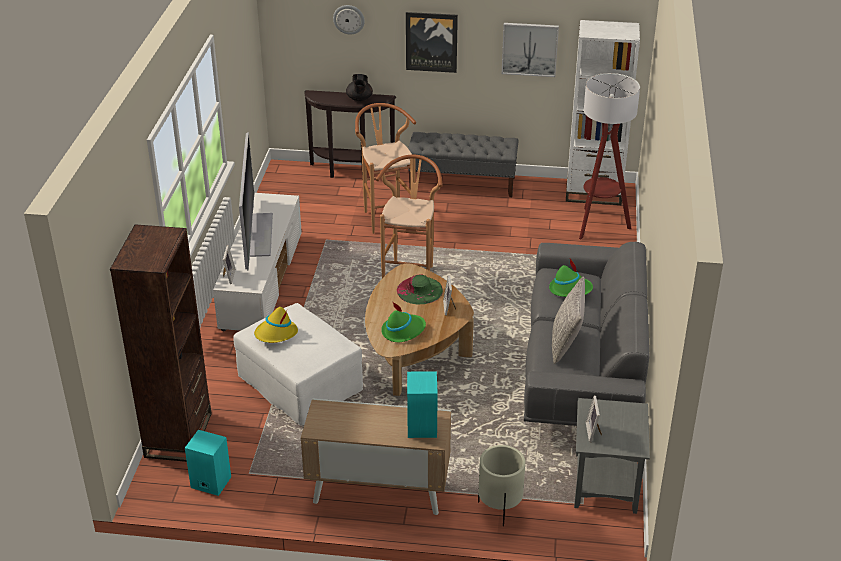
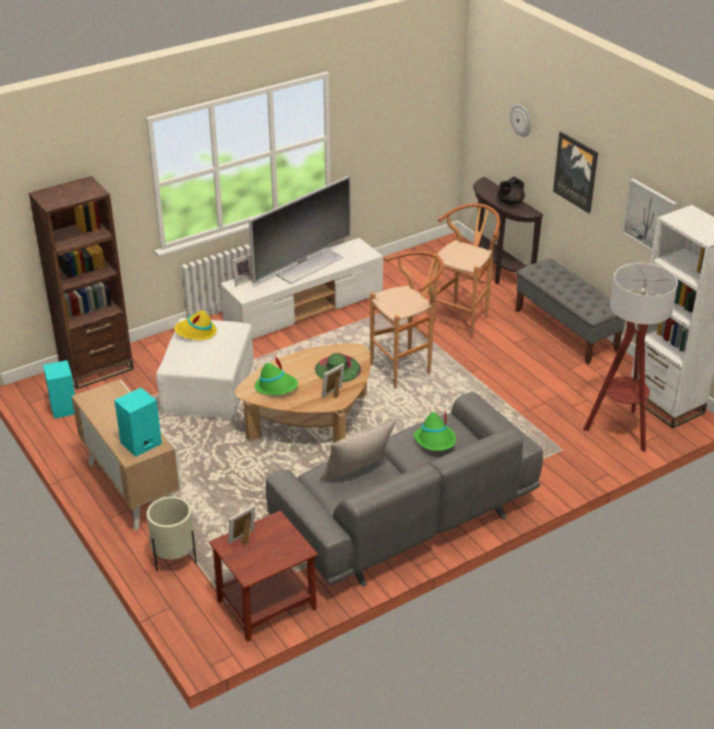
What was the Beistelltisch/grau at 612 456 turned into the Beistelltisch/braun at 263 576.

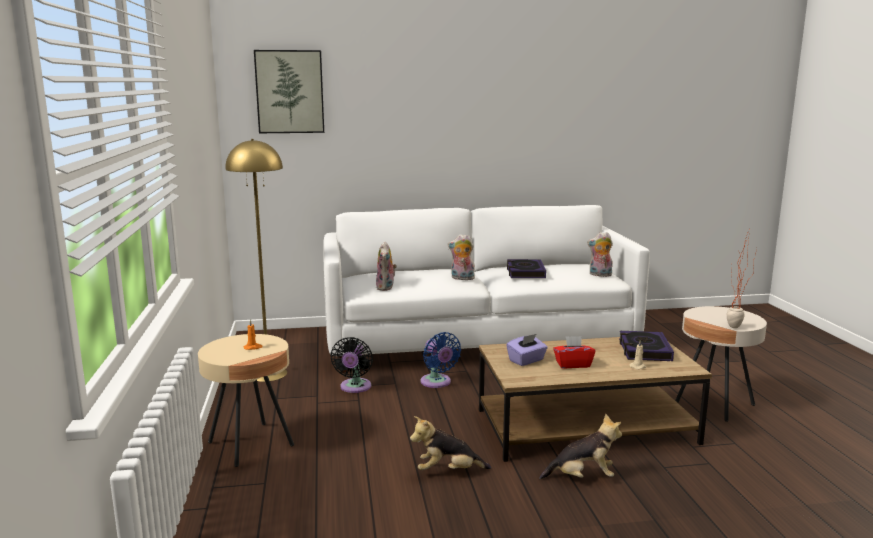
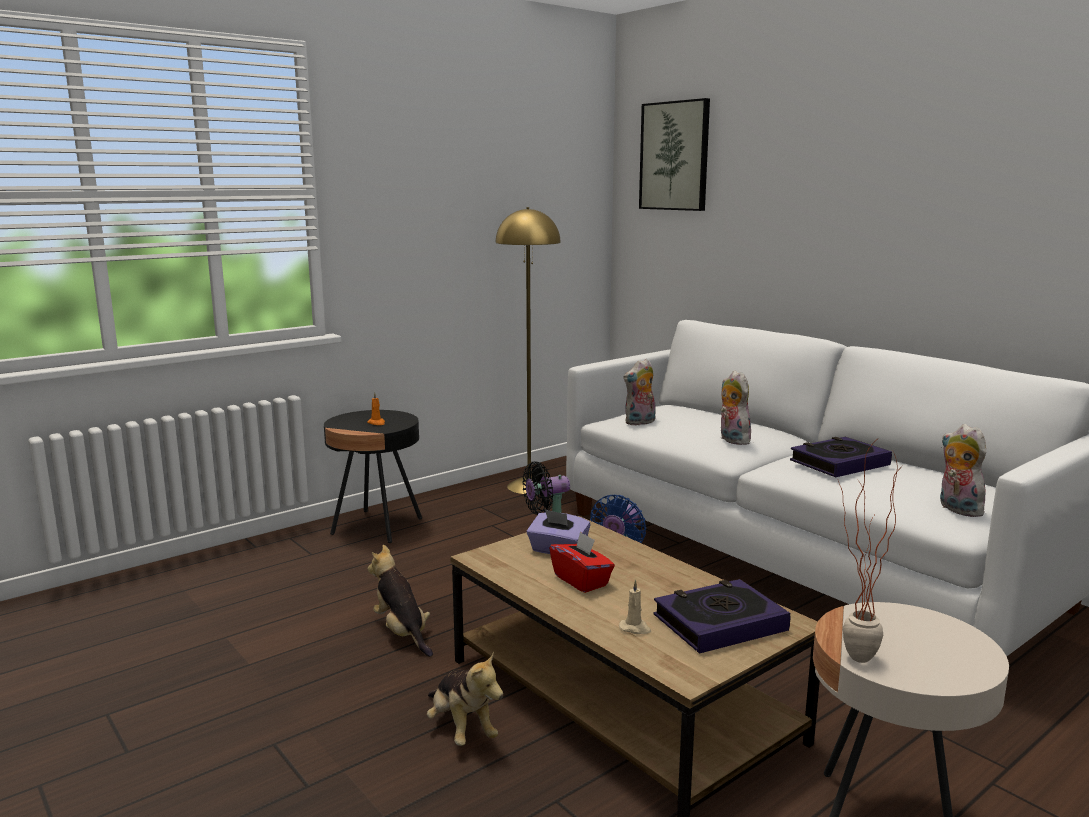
What was the Beistelltisch/beige at 246 400 turned into the Beistelltisch/schwarz at 373 476.

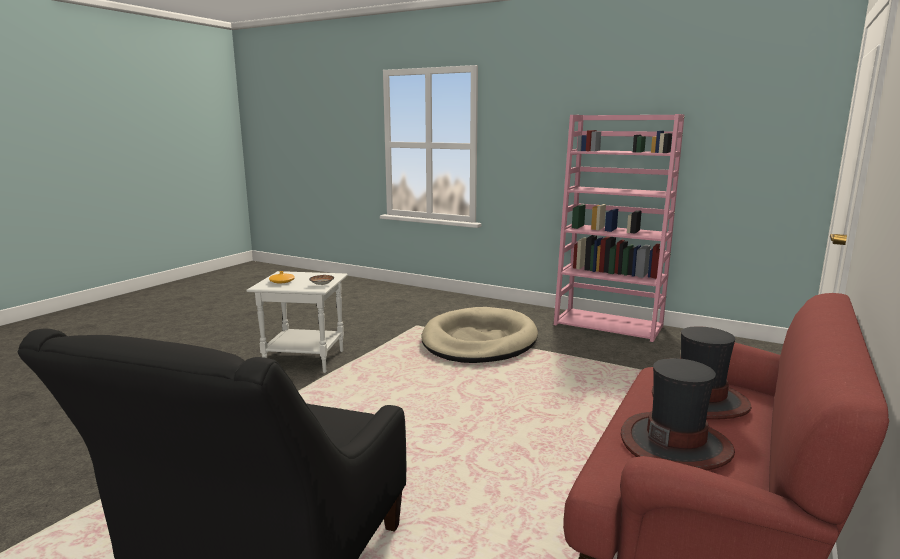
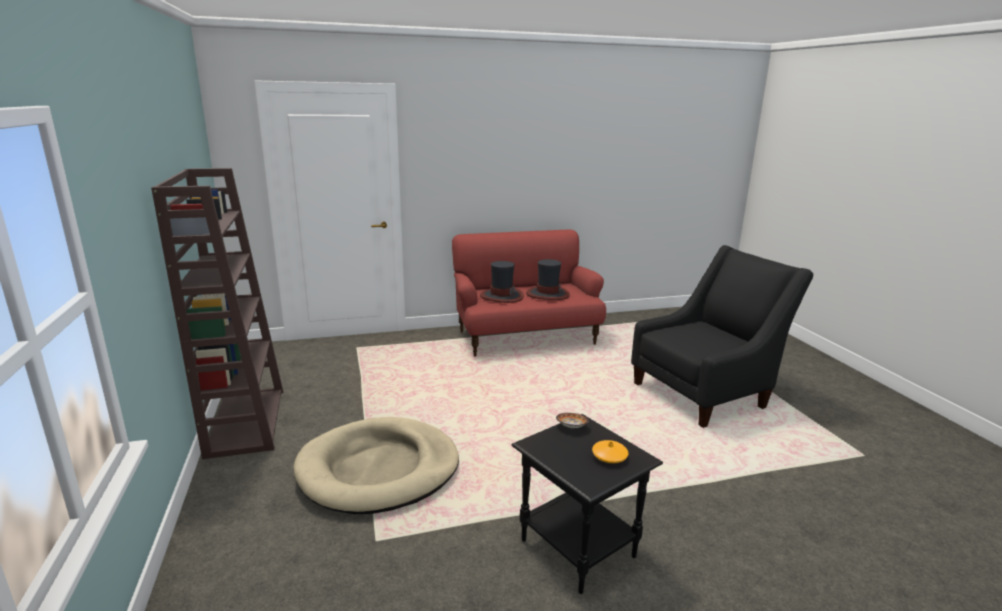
What was the Bücherregal/rosa at 619 228 turned into the Bücherregal/braun at 217 313.
What was the Beistelltisch/weiß at 297 322 turned into the Beistelltisch/schwarz at 587 504.

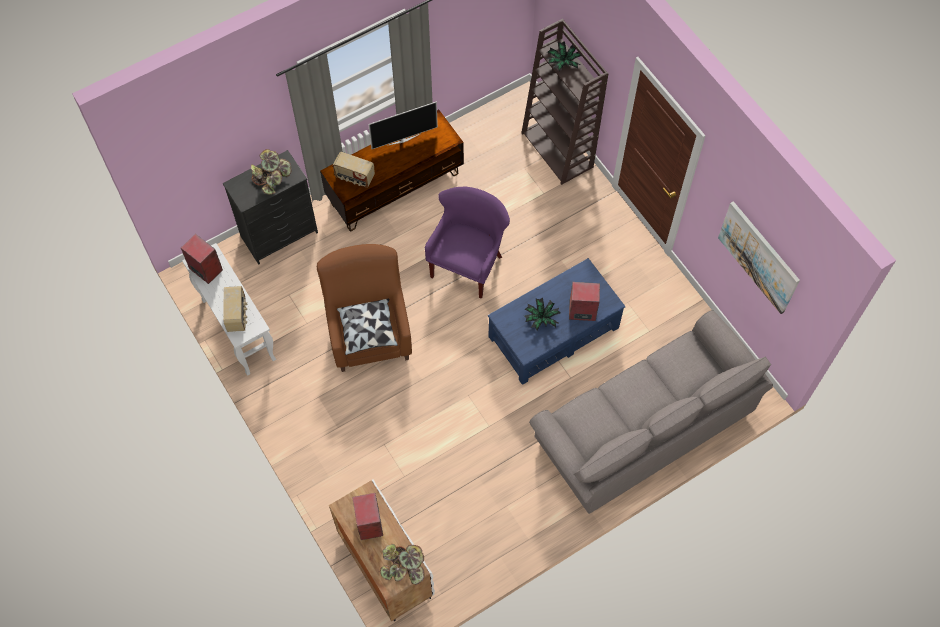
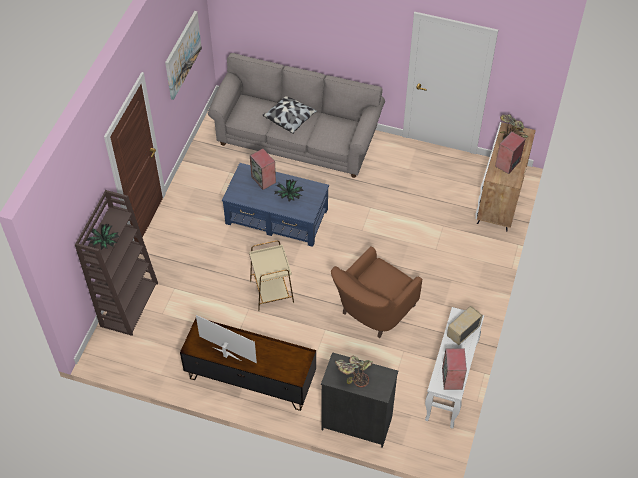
The second view lost the Radio at 354 170.
Where the Sessel/lila stood at 467 243, the Beistelltisch/beige came to stand at 271 275.
The Kissen ended up elsewhere, having gone from 367 327 to 289 115.

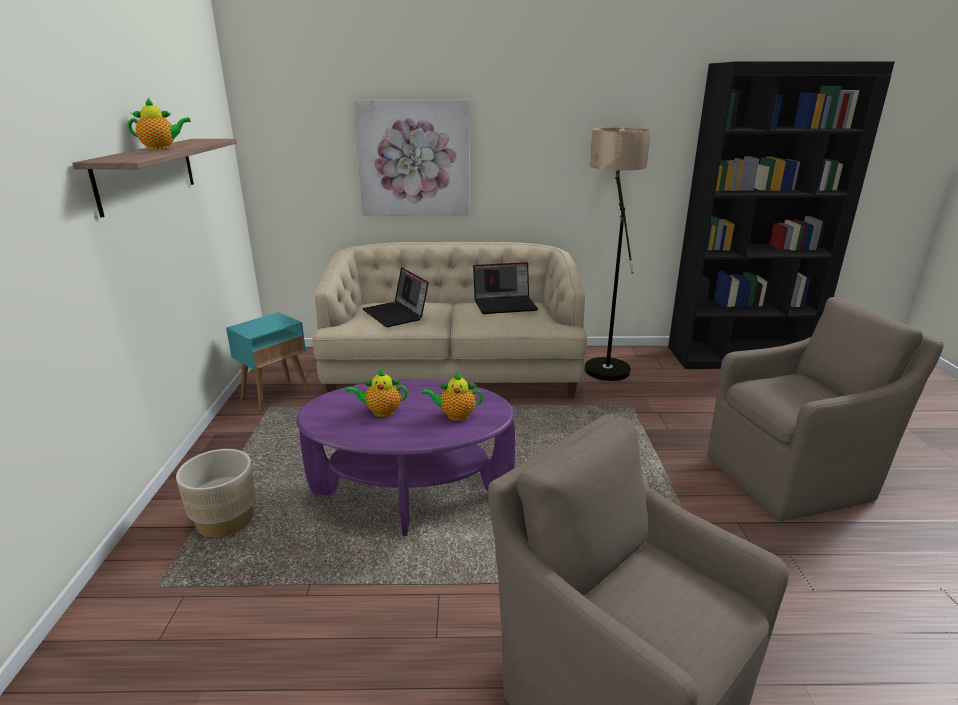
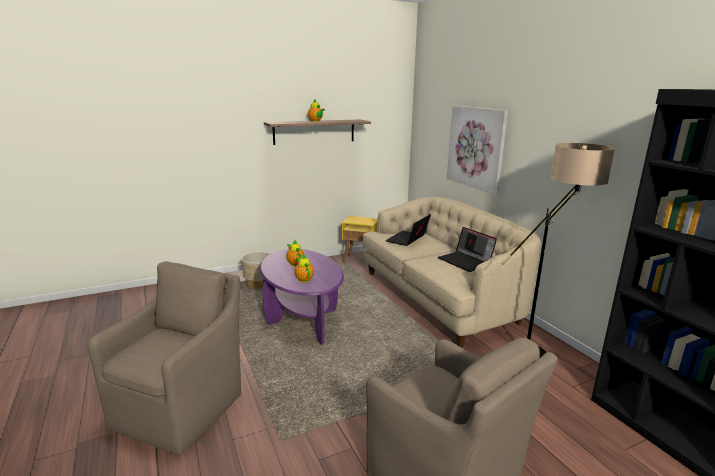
What was the Beistelltisch/türkis at 268 361 turned into the Beistelltisch/gelb at 360 239.

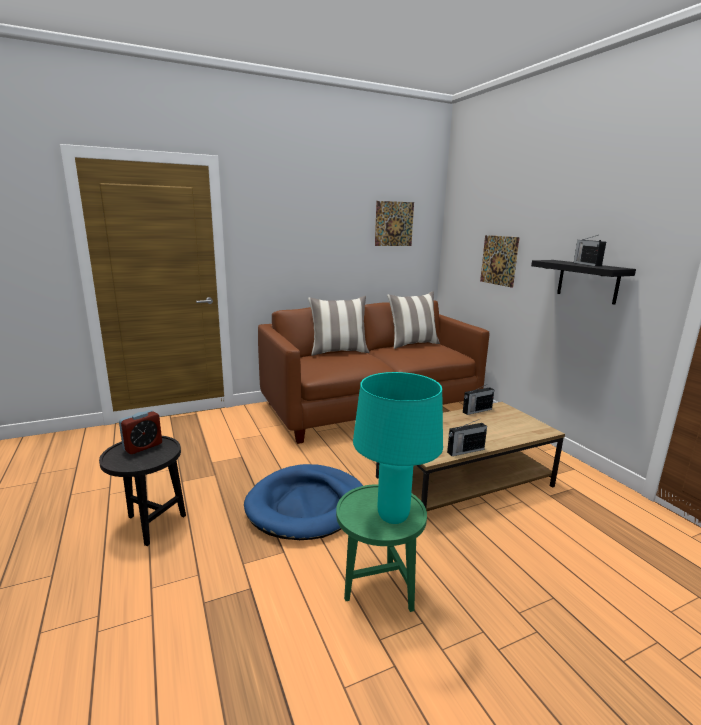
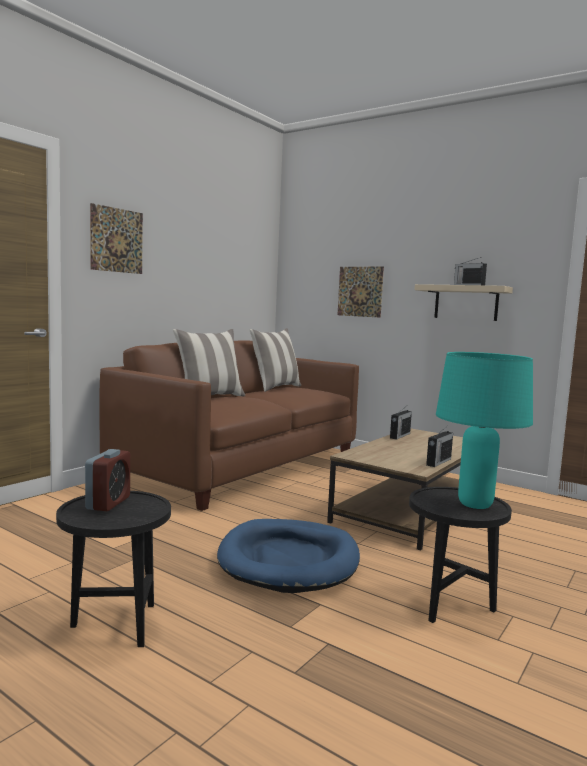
The Bild ended up elsewhere, having gone from 394 223 to 116 238.
What was the Wandregal/schwarz at 583 282 turned into the Wandregal/beige at 463 302.
What was the Beistelltisch/grün at 381 548 turned into the Beistelltisch/schwarz at 460 555.

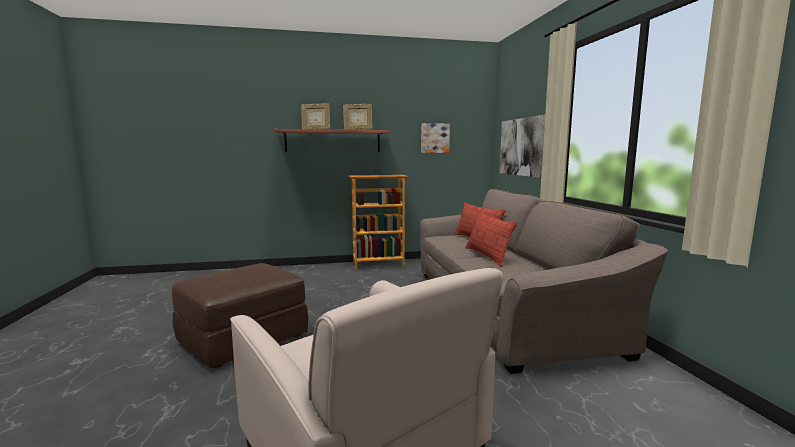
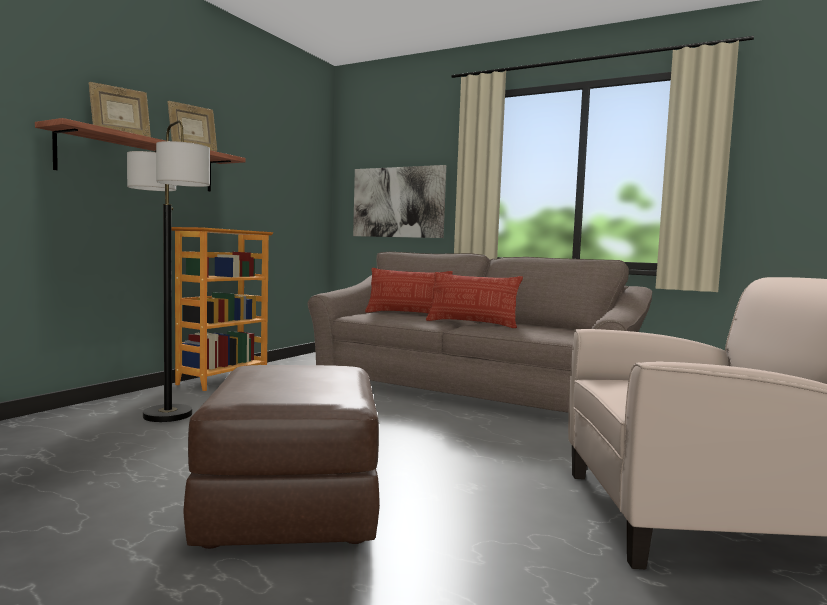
The second view lost the Bild at 435 138.
The second view gained the Stehlampe at 168 271.

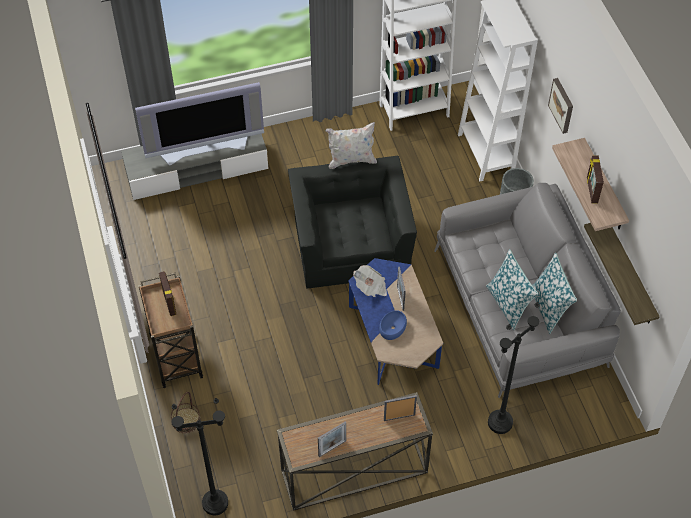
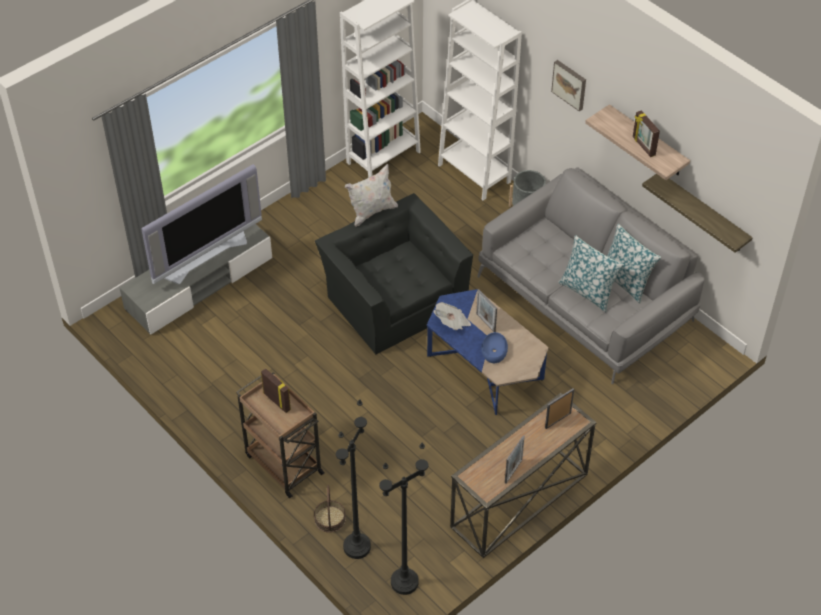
The Stehlampe/schwarz ended up elsewhere, having gone from 514 368 to 353 479.

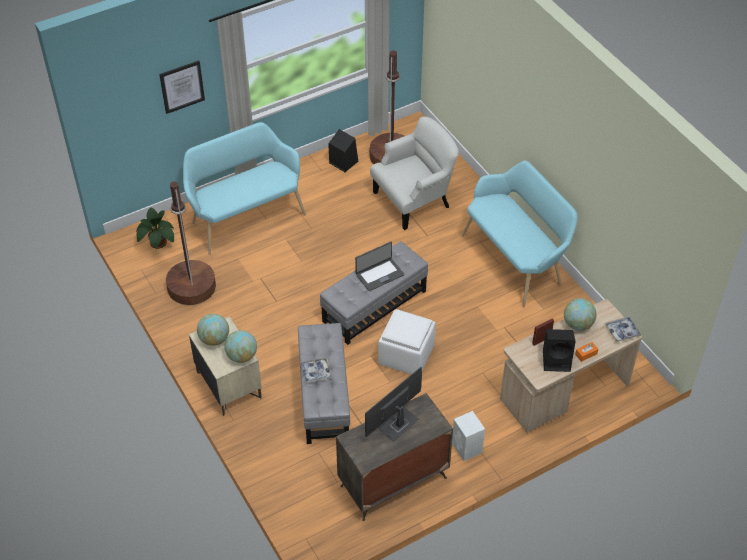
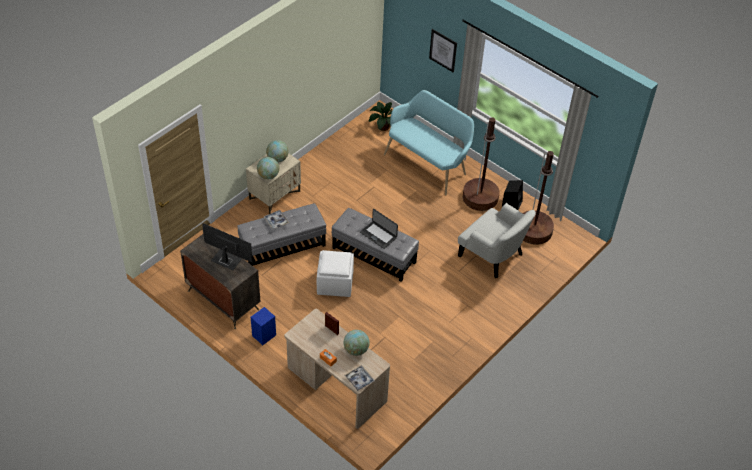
The second view lost the Bank/türkis at 520 234.
The Stehlampe/braun ended up elsewhere, having gone from 191 243 to 481 164.
The second view lost the Lautsprecher/schwarz at 559 350.
What was the Lautsprecher/weiß at 468 436 turned into the Lautsprecher/blau at 263 326.

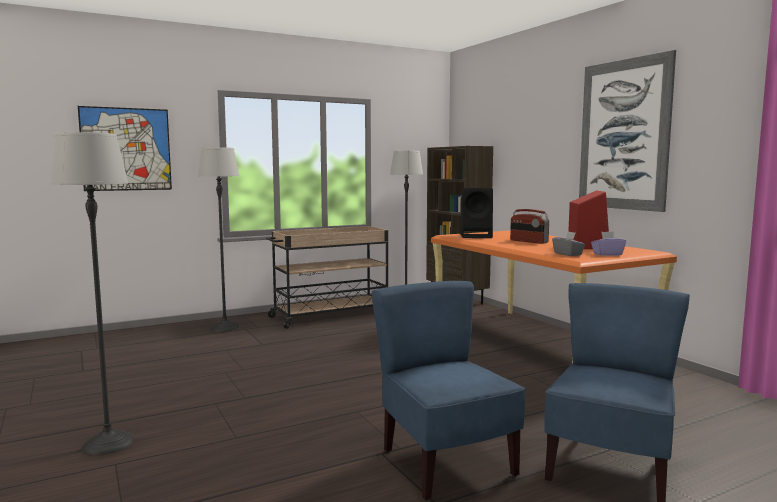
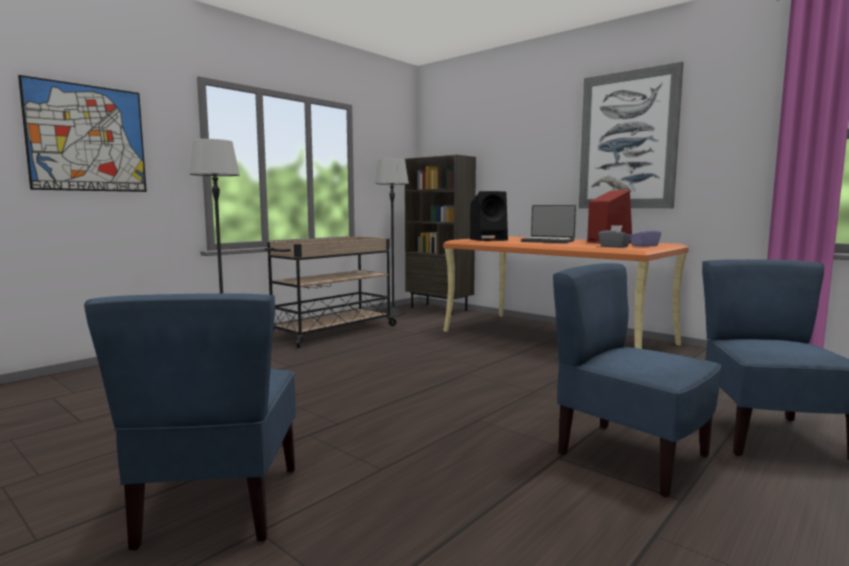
Where the Stehlampe stood at 92 293, the Stuhl/blau came to stand at 190 422.
Where the Radio stood at 529 226, the Laptop came to stand at 548 224.

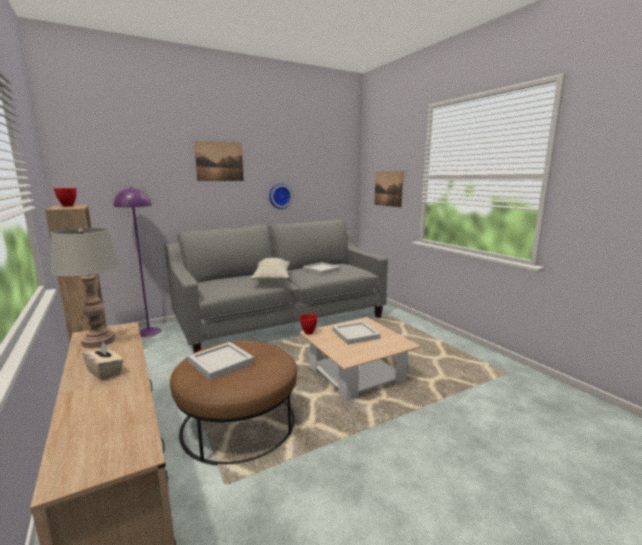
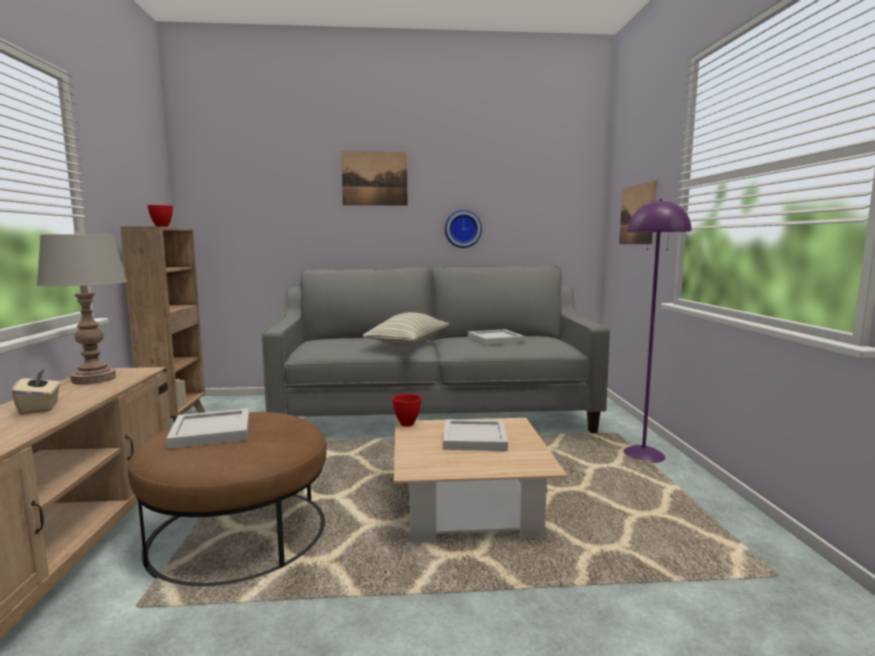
The Stehlampe/lila ended up elsewhere, having gone from 138 262 to 657 331.

